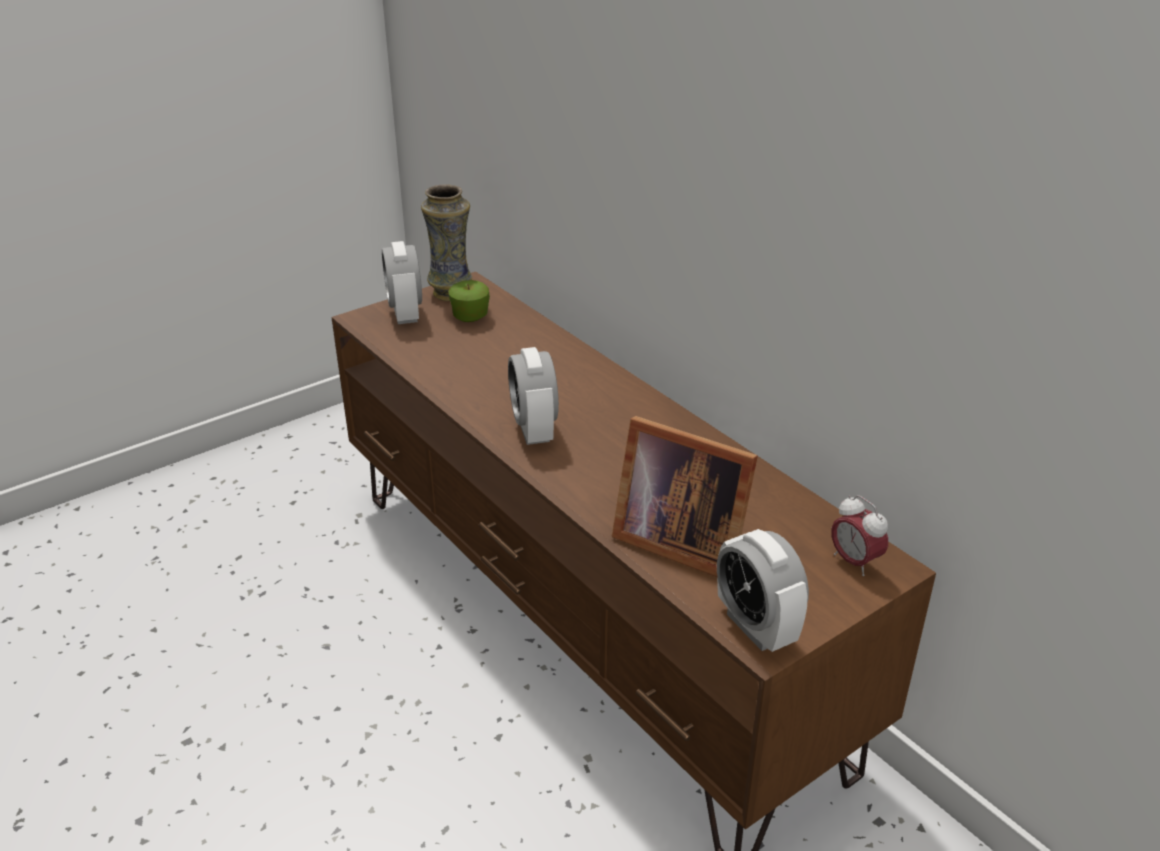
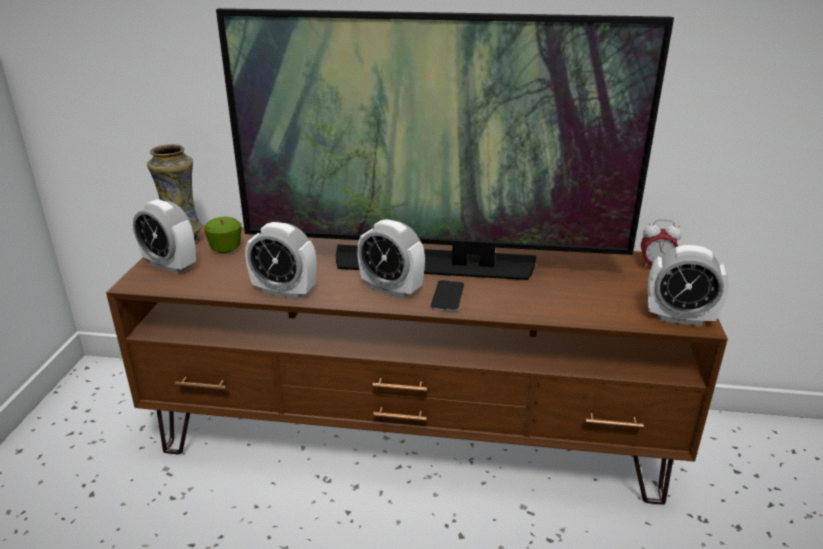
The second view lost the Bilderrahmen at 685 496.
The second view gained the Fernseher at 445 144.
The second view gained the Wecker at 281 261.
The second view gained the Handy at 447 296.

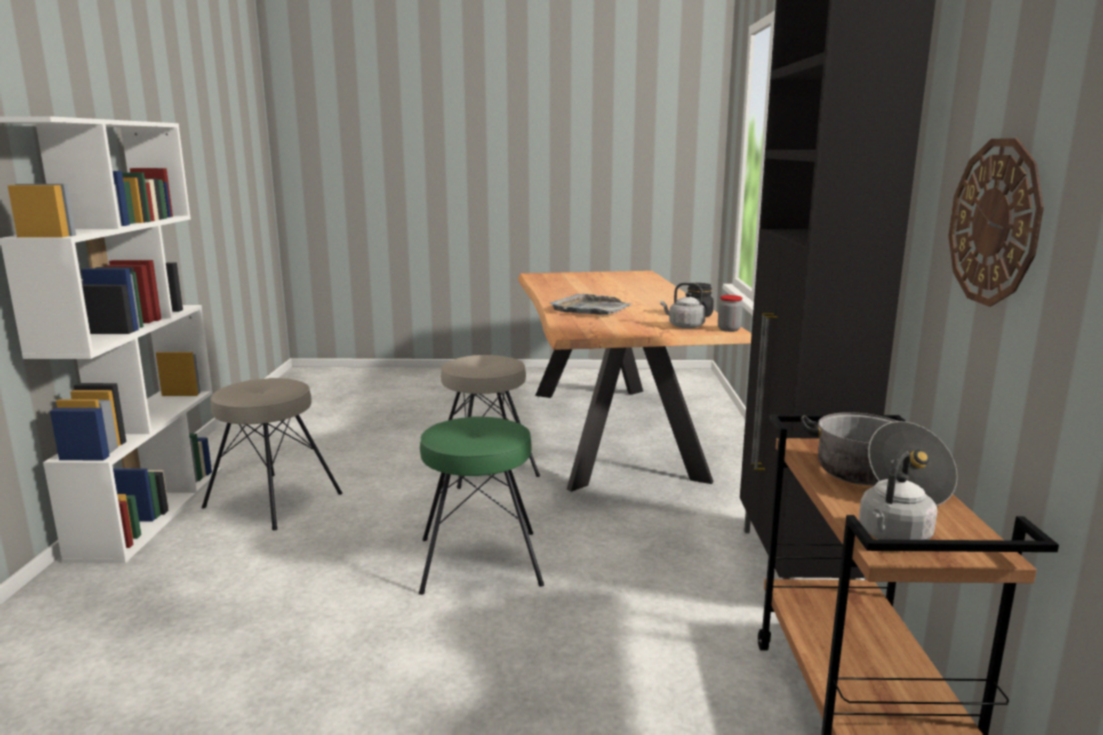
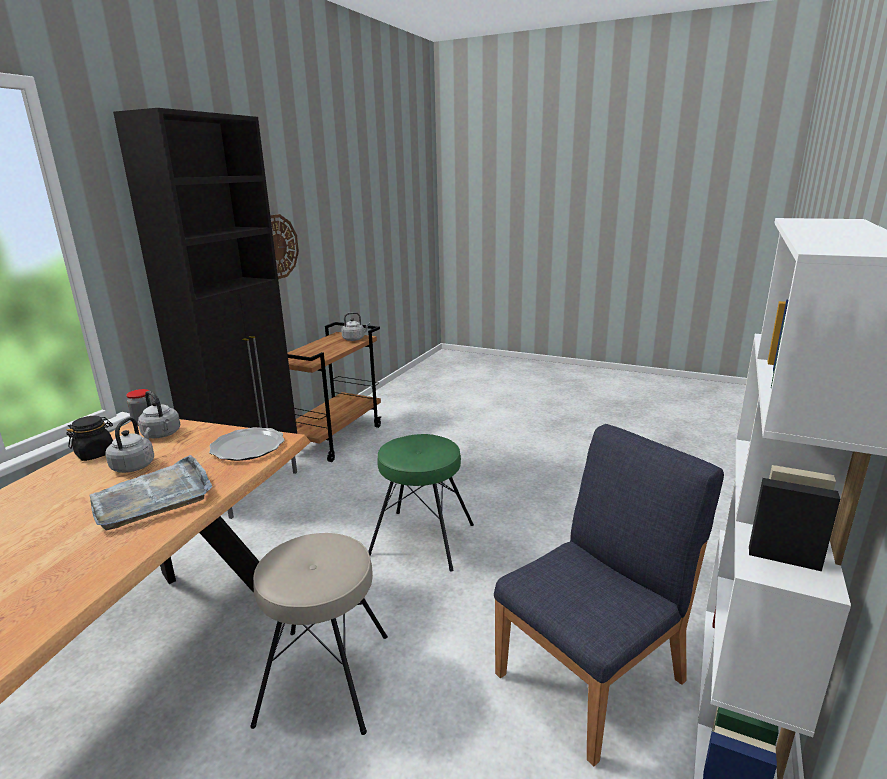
Where the Hocker/beige stood at 272 454, the Stuhl/blau came to stand at 609 595.
The second view lost the Kochtopf at 879 459.
The second view gained the Wasserkessel/grau at 129 445.
The second view gained the Teller at 247 444.

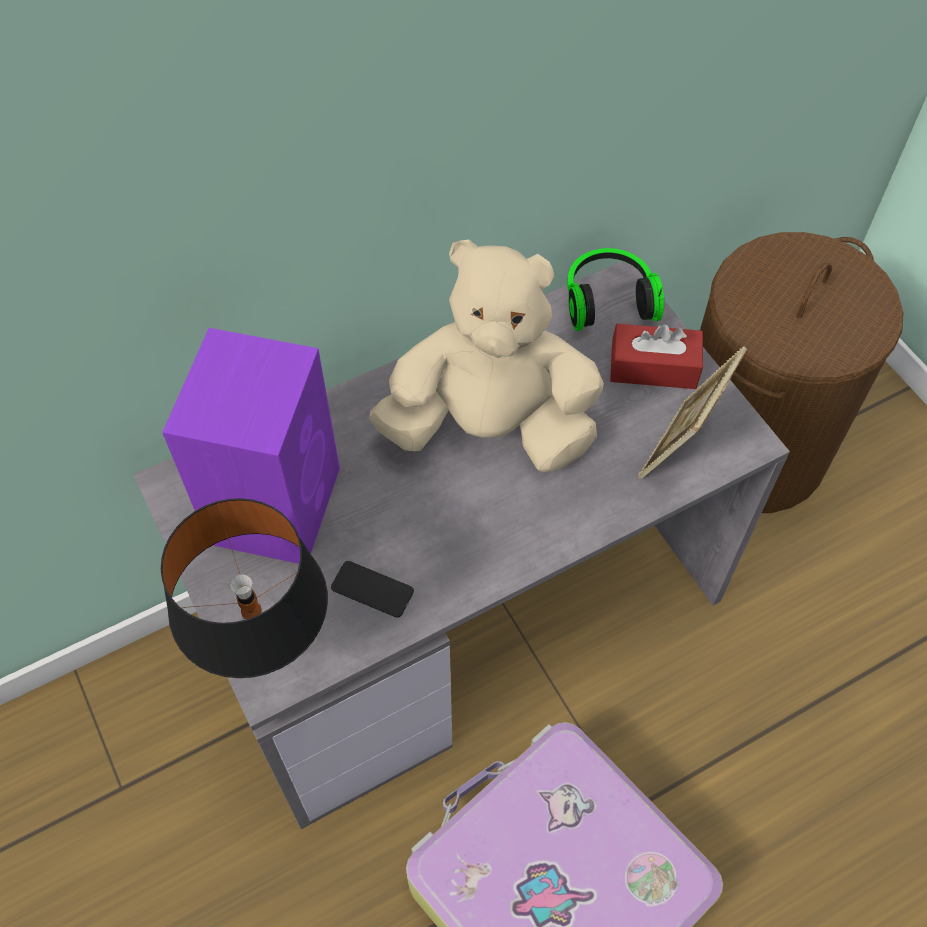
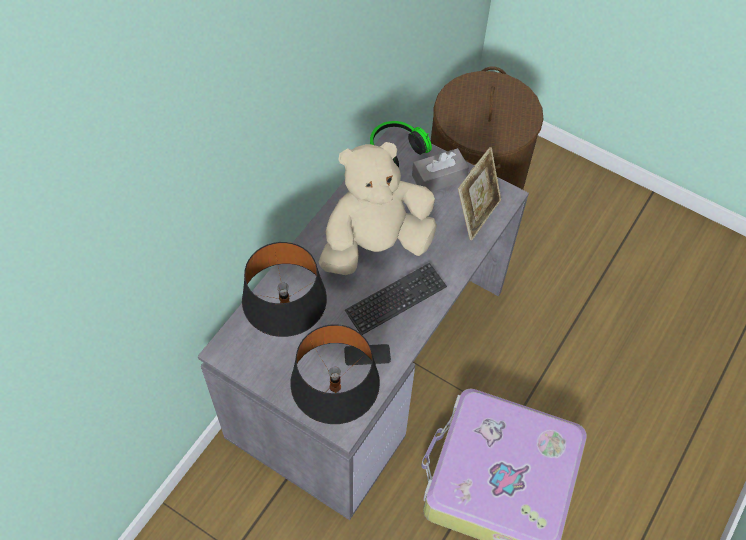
What was the Taschentuchbox/rot at 656 356 turned into the Taschentuchbox/grau at 440 170.
Where the Lautsprecher/lila stood at 251 446, the Tischlampe/schwarz came to stand at 284 289.
The Bilderrahmen at 692 413 ended up facing another way, 150 degrees counterclockwise from before.
The second view gained the Tastatur at 396 299.

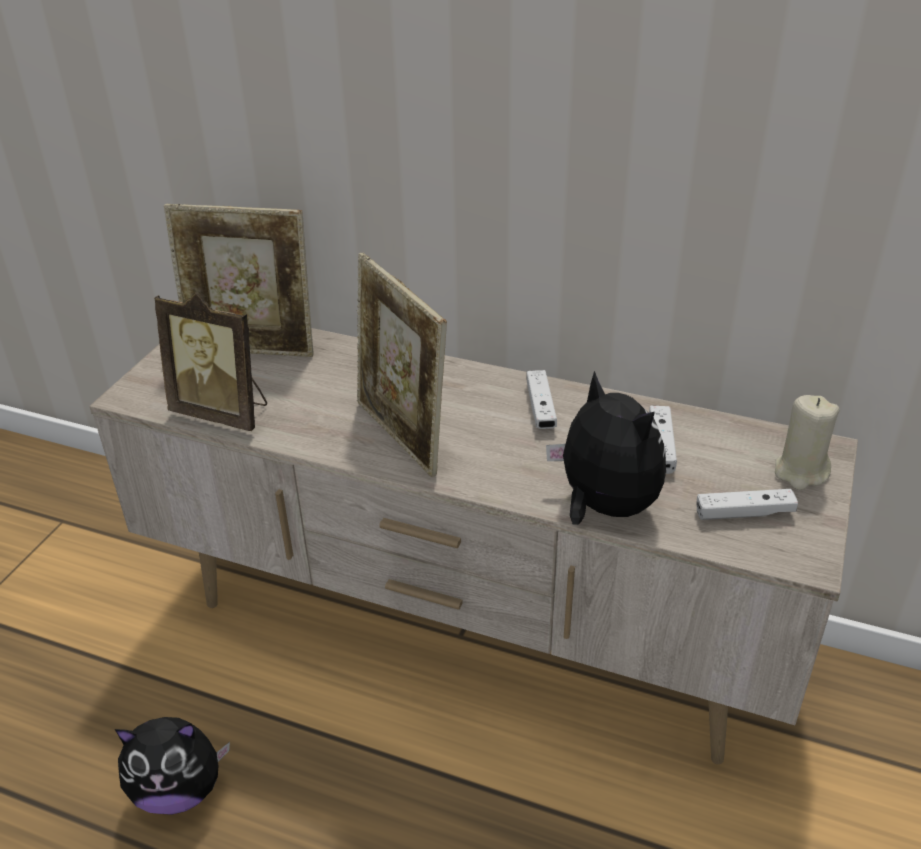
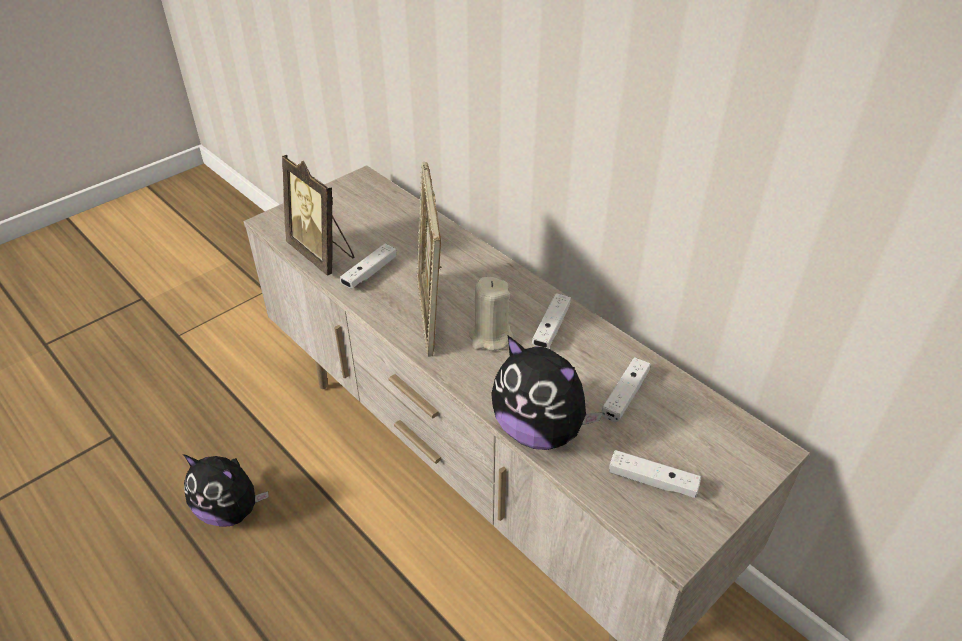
The second view lost the Bilderrahmen at 239 280.
The Plüschtier at 606 448 ended up facing another way, 135 degrees clockwise from before.
The Kerze/beige ended up elsewhere, having gone from 807 442 to 491 314.
The second view gained the Gamepad/weiß at 368 266.

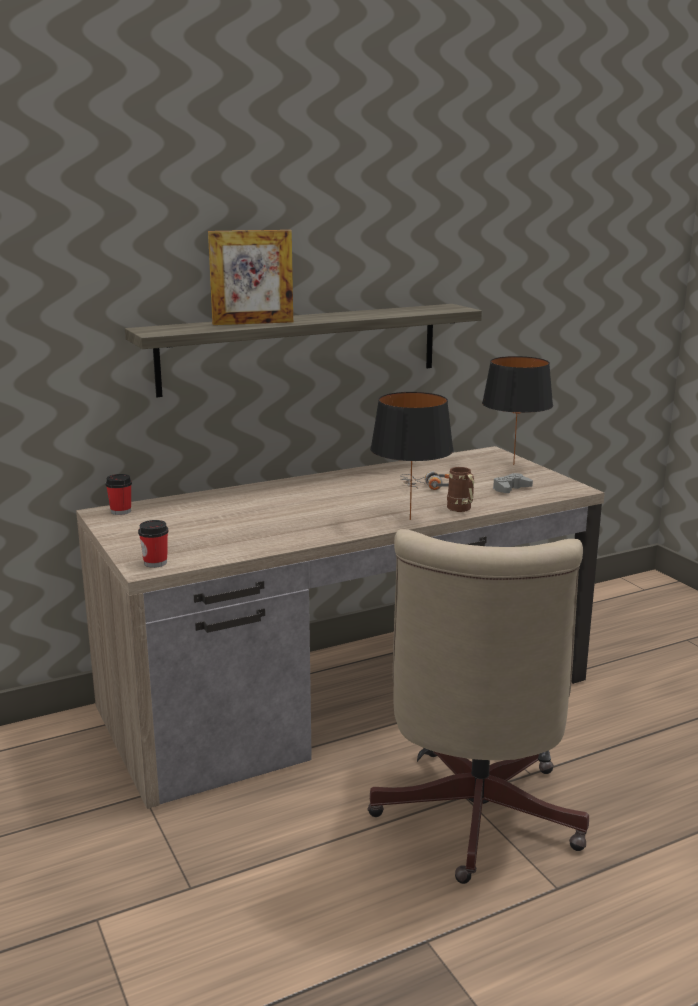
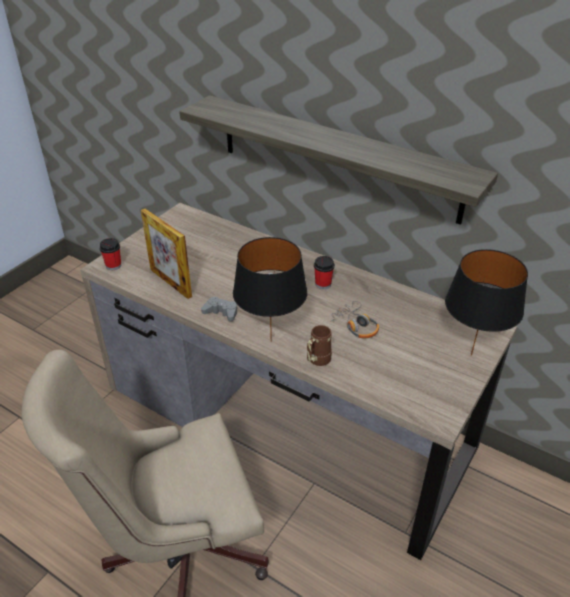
The Bilderrahmen ended up elsewhere, having gone from 250 277 to 166 254.
The Gamepad/grau ended up elsewhere, having gone from 513 483 to 219 308.
The Tasse ended up elsewhere, having gone from 118 494 to 324 272.

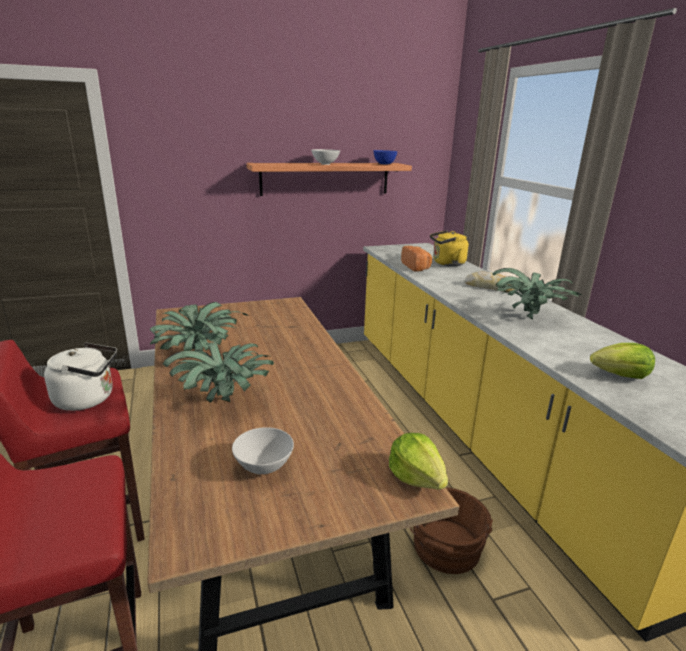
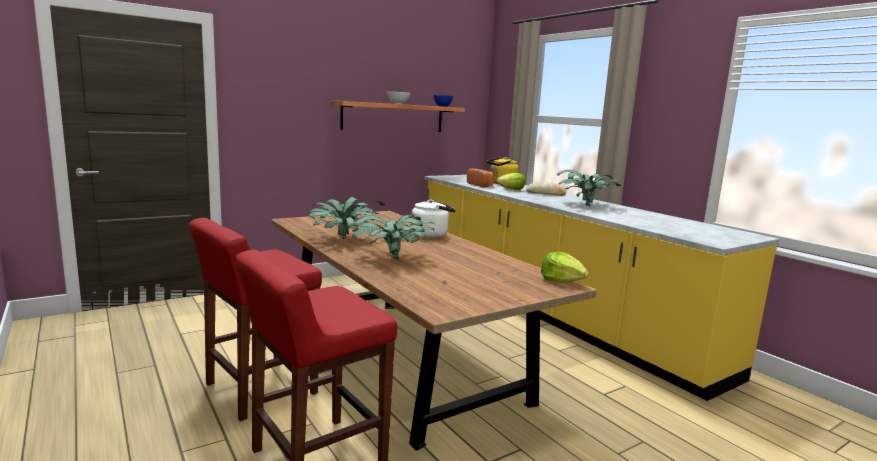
The Wasserkessel/weiß ended up elsewhere, having gone from 80 377 to 433 218.
The Salatkopf ended up elsewhere, having gone from 622 361 to 510 181.
The second view lost the Schüssel/weiß at 263 450.
The second view lost the Eimer/braun at 451 530.

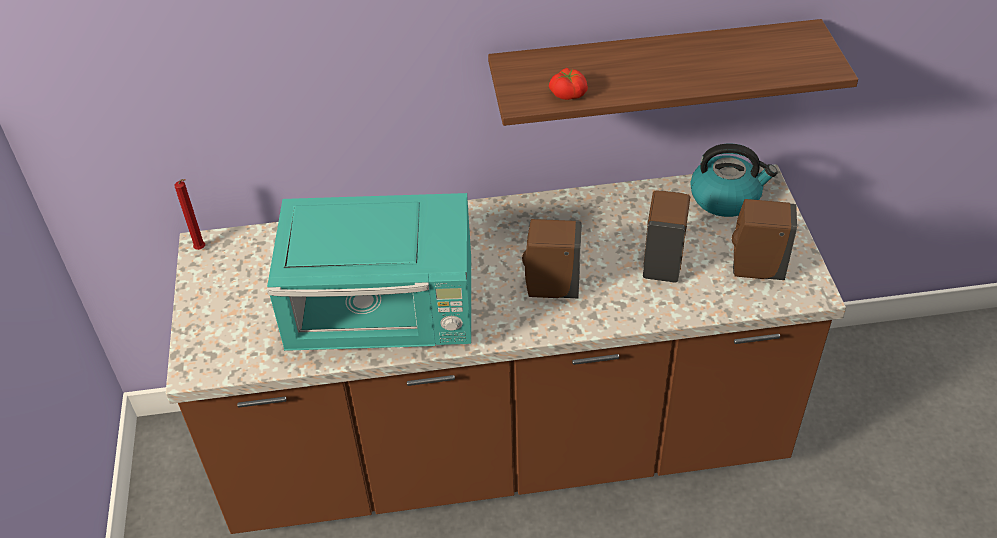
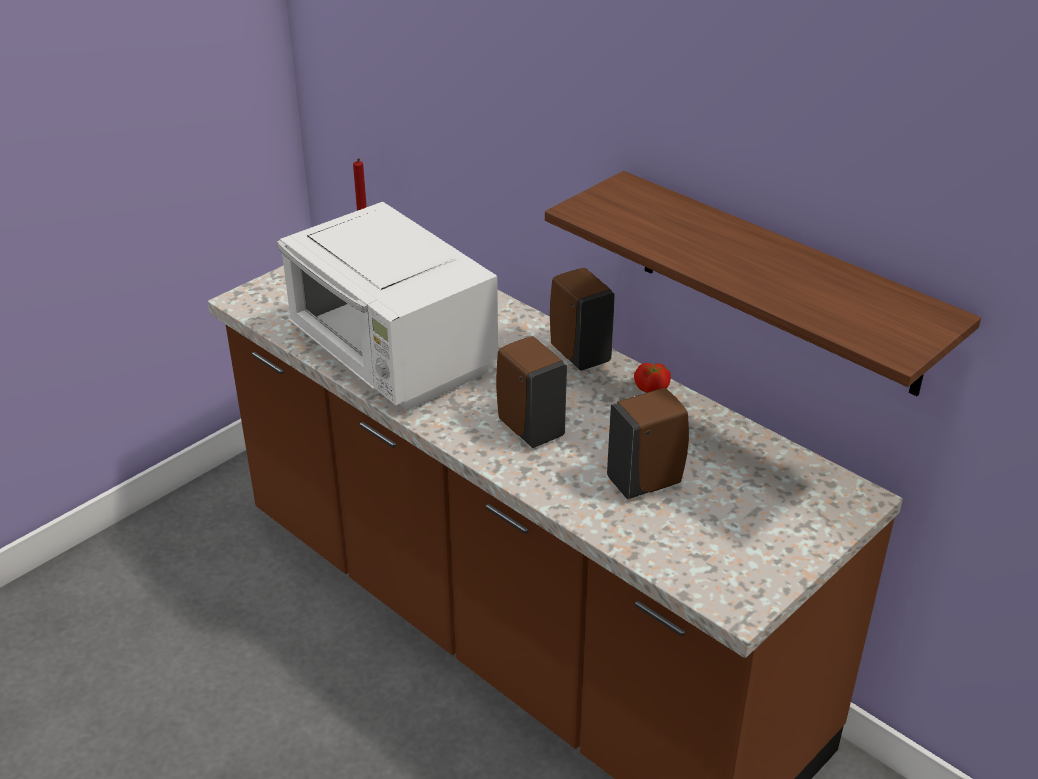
The Tomate ended up elsewhere, having gone from 568 84 to 652 378.
The second view lost the Wasserkessel at 733 180.
What was the Mikrowelle/türkis at 369 272 turned into the Mikrowelle/weiß at 387 306.
The Seifenspender/braun ended up elsewhere, having gone from 764 239 to 582 319.

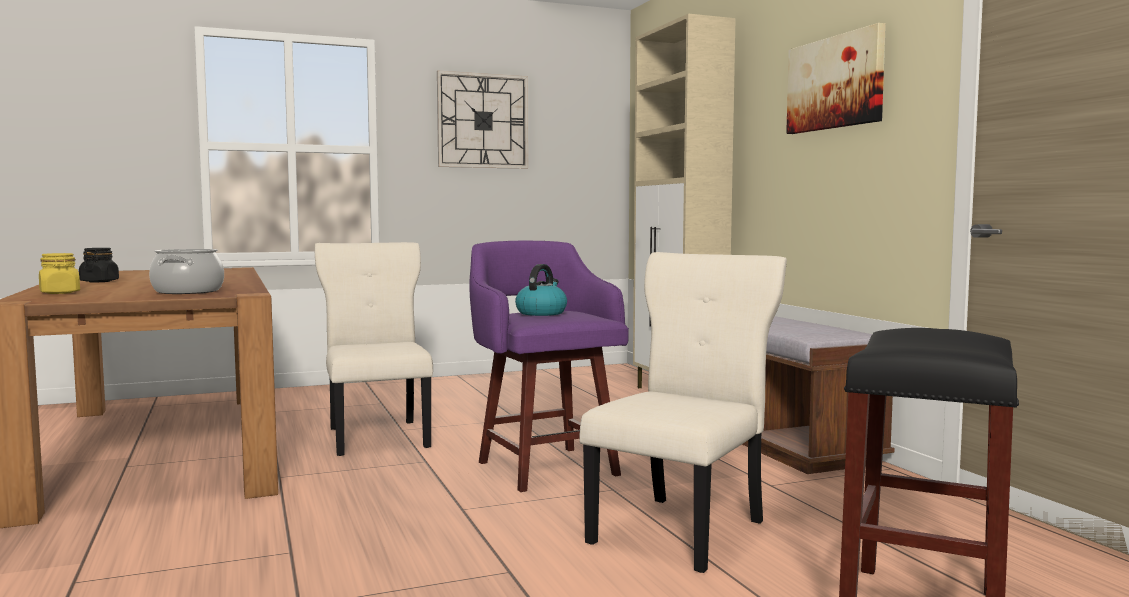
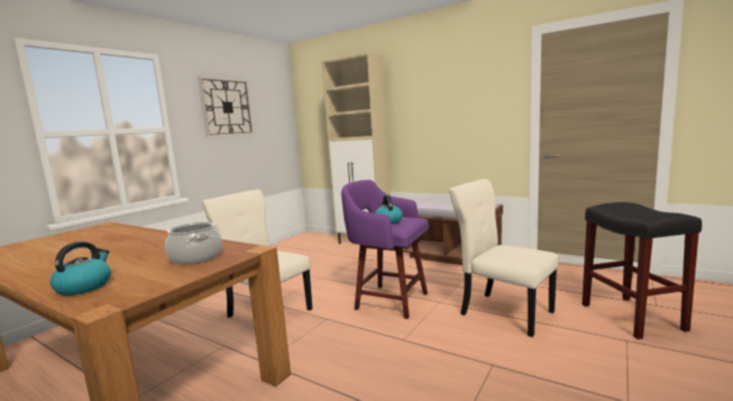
The second view lost the Bild at 836 78.
The second view lost the Vorratsglas/schwarz at 99 265.
The Stuhl/beige at 683 412 ended up facing another way, 45 degrees counterclockwise from before.
Where the Vorratsglas/gelb stood at 59 273, the Wasserkessel came to stand at 80 268.

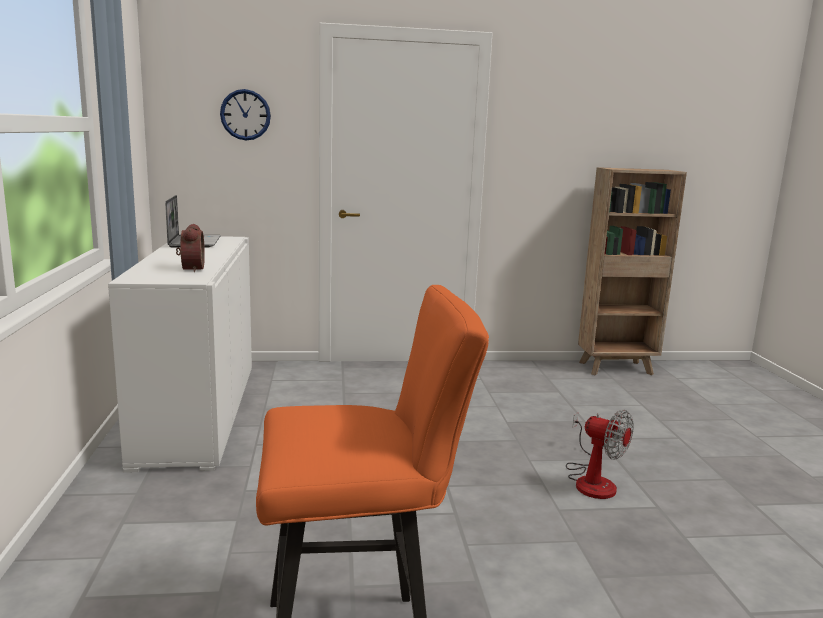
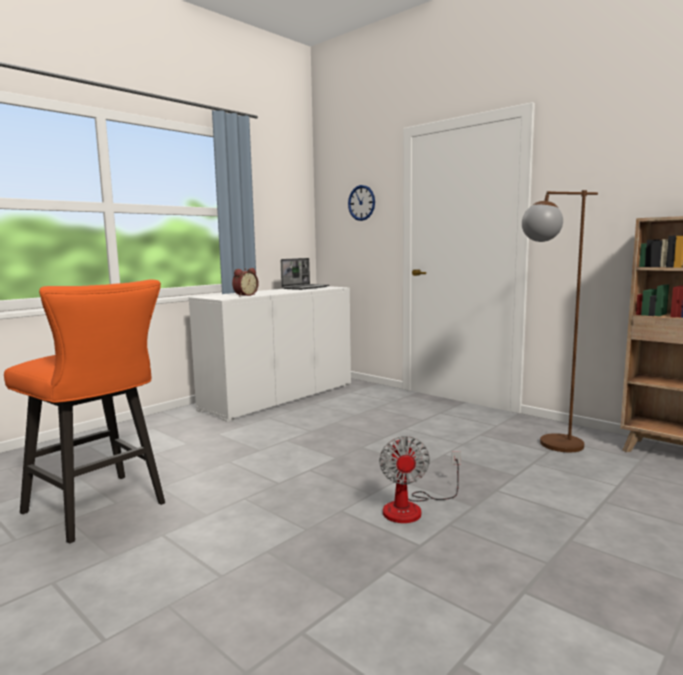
The second view gained the Stehlampe/braun at 560 321.

